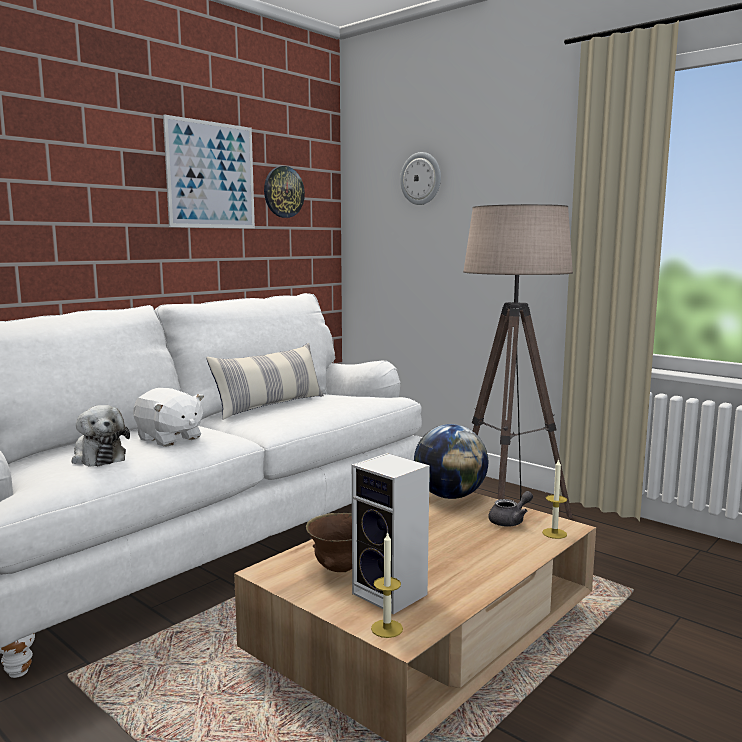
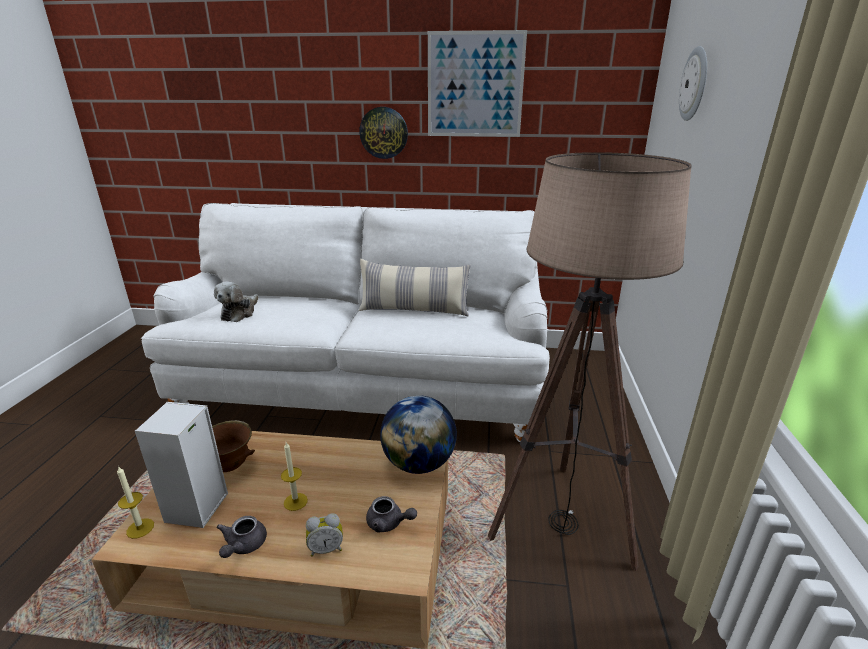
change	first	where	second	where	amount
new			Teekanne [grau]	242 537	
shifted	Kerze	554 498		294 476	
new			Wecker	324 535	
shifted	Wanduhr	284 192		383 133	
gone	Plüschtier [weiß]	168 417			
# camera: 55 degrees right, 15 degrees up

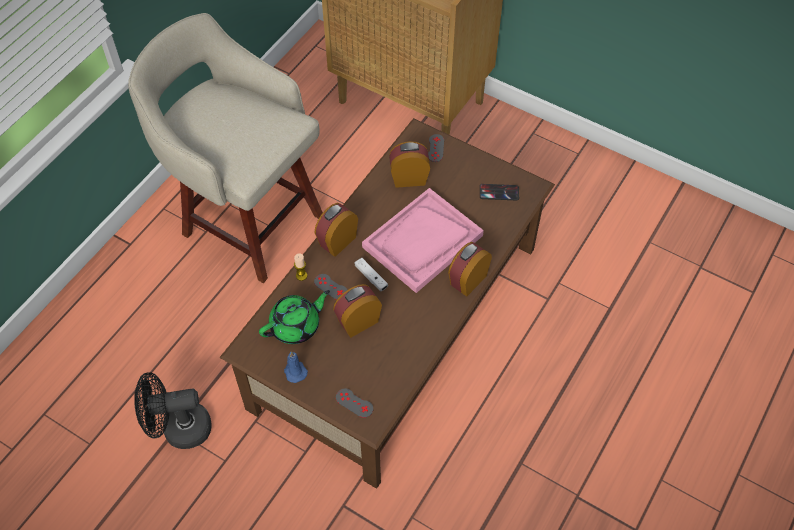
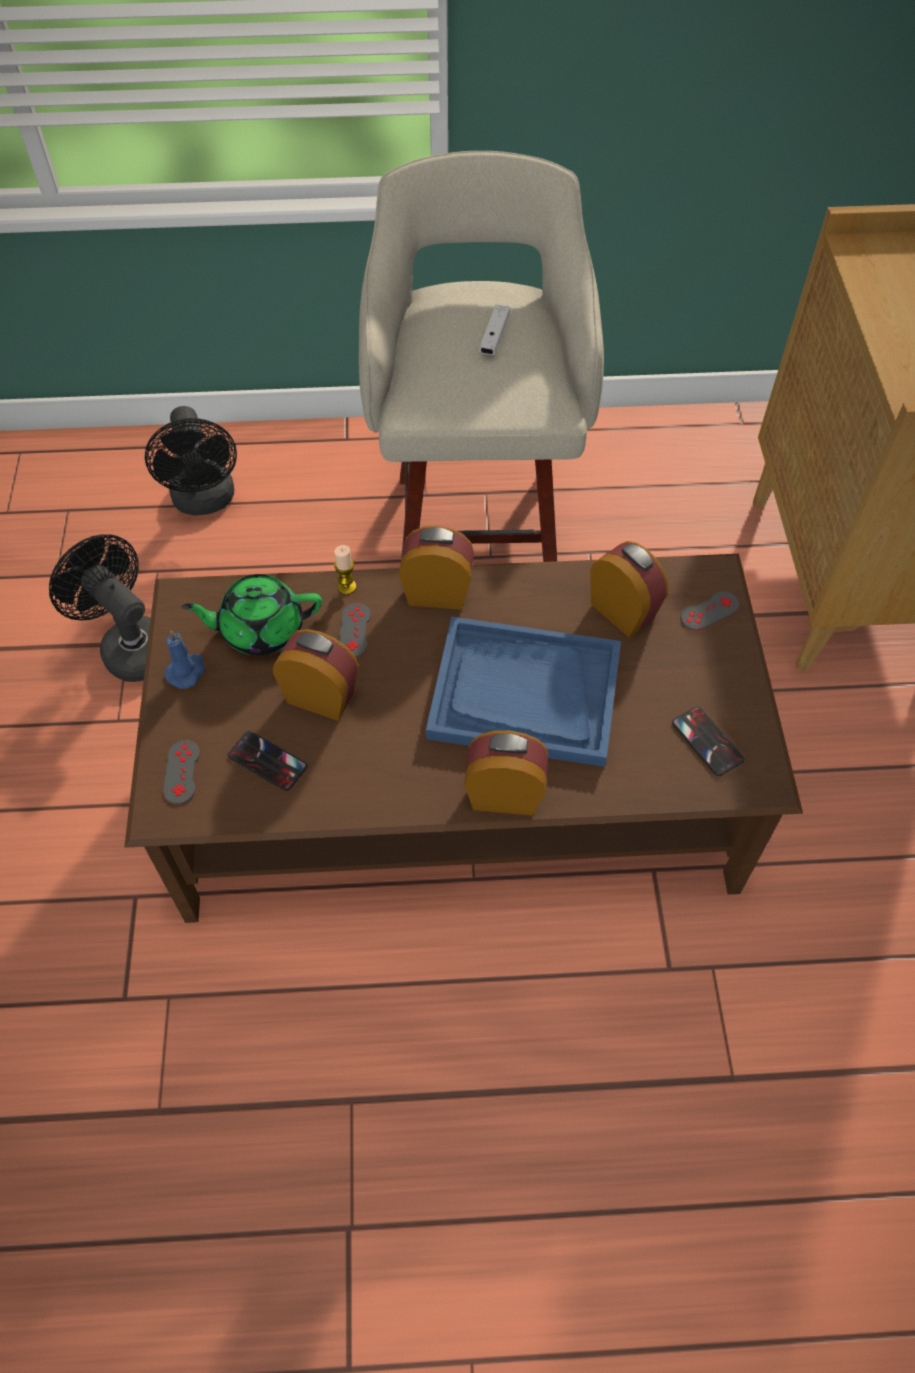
change	first	where	second	where	amount
new			Ventilator [schwarz]	191 461	
rotated	Teekanne [grün]	294 317		252 614	150 degrees clockwise
new			Handy	268 761	
repainted	Tablett [rosa]	423 240	Tablett [blau]	523 692	
shifted	Gamepad [weiß]	371 275		494 329	
# camera: 55 degrees right, 0 degrees up

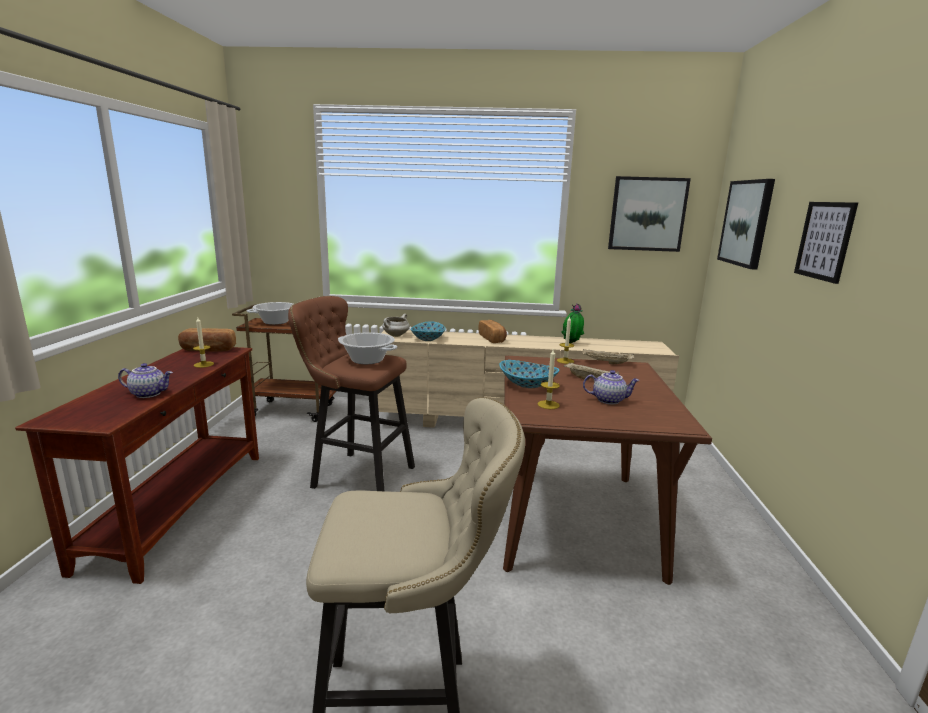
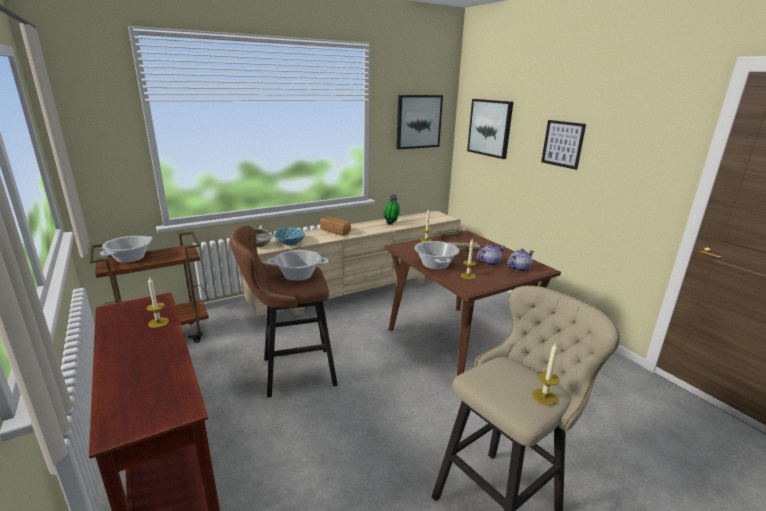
change	first	where	second	where	amount
swapped	Schüssel	529 374	Kochtopf	436 255	
shifted	Teekanne	145 380		520 260	
new			Kerze	545 374	
gone	Brot	207 340			
# camera: 35 degrees left, 5 degrees up

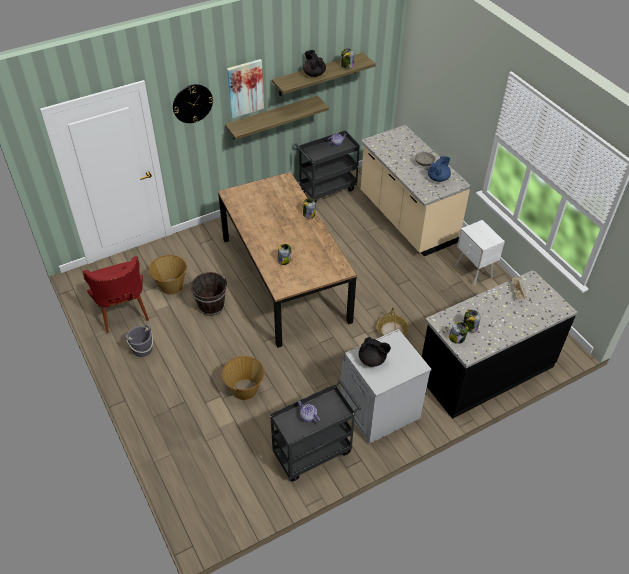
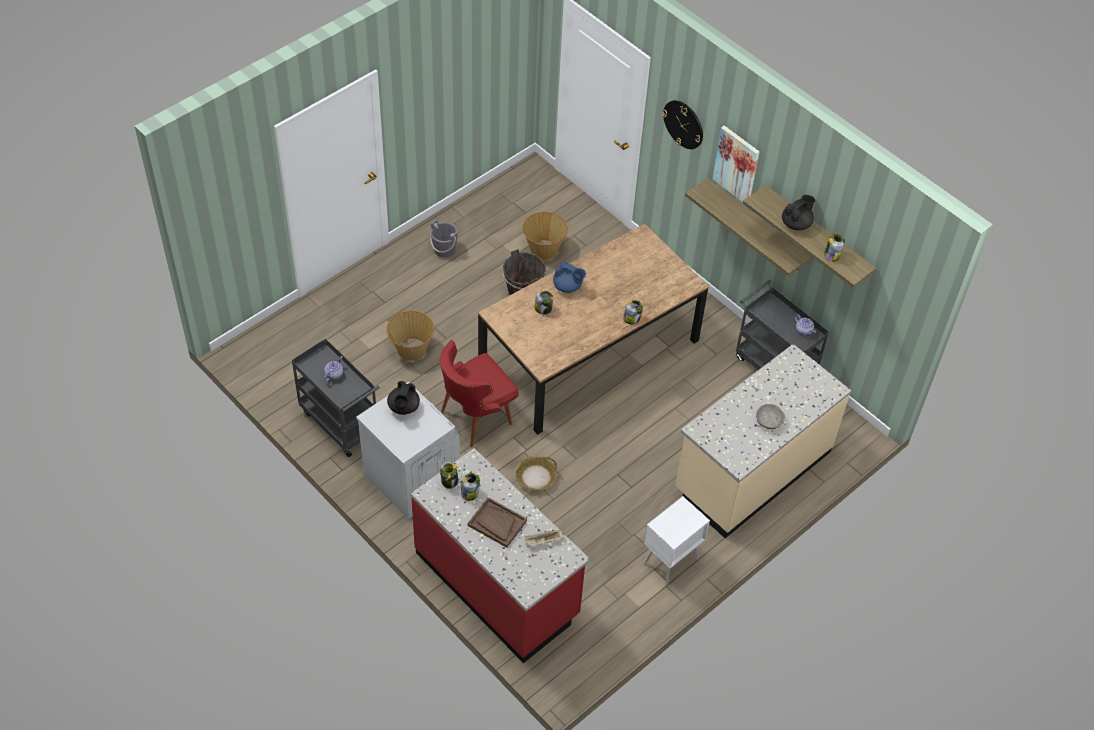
change	first	where	second	where	amount
repainted	Küchenzeile [schwarz]	499 344	Küchenzeile [rot]	500 555	
shifted	Stuhl [rot]	116 294		479 393	
new			Tablett [braun]	497 522	
shifted	Teekanne [blau]	439 169		569 277	
# camera: 75 degrees right, 5 degrees up

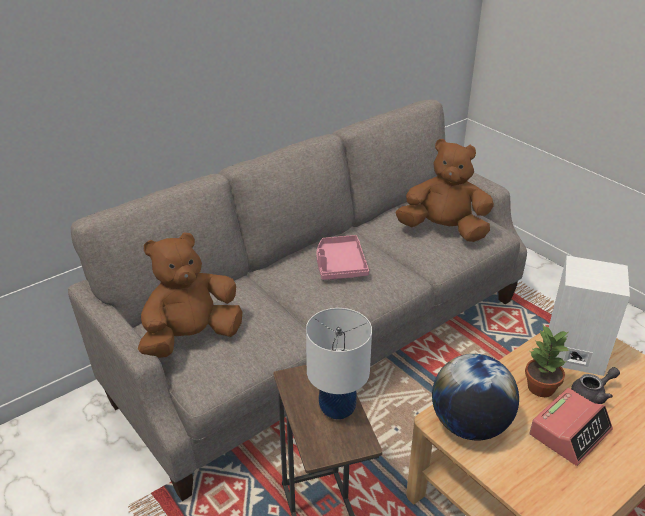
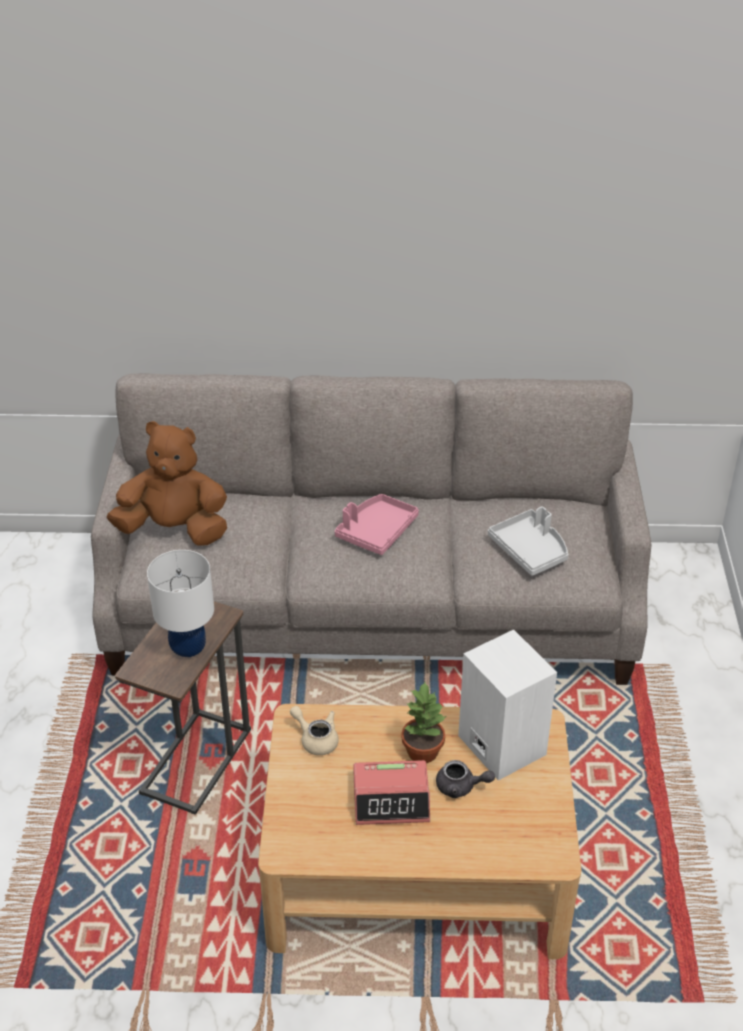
change	first	where	second	where	amount
swapped	Globus	475 397	Teekanne [beige]	314 730	
swapped	Plüschtier [braun]	445 190	Tablett [grau]	528 541	
# camera: 40 degrees right, 5 degrees up

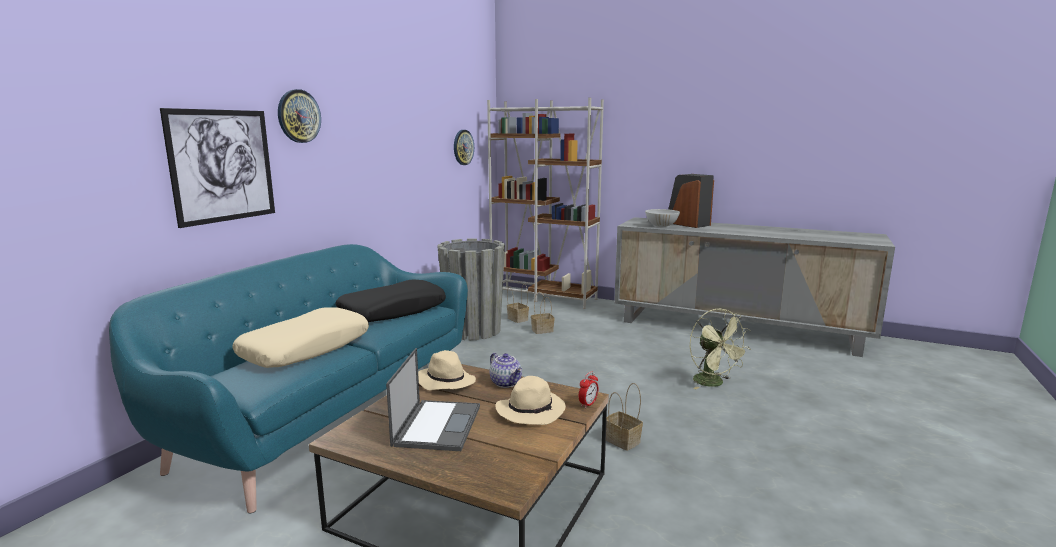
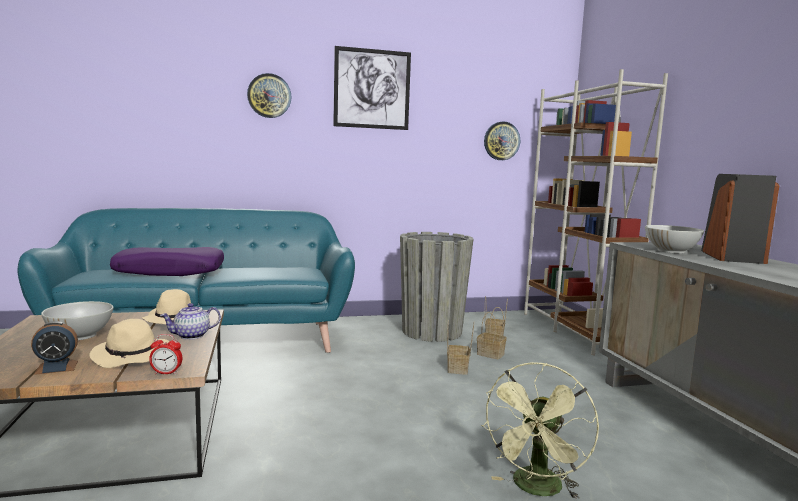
change	first	where	second	where	amount
new			Wecker	54 348	
swapped	Laptop	433 399	Schüssel [weiß]	77 320	
repainted	Kissen [beige]	300 337	Kissen [lila]	167 261	
rotated	Teekanne	506 370		190 321	45 degrees clockwise
shifted	Bild	217 168		372 88	
shifted	Korb	624 417		460 347	
gone	Kissen [schwarz]	390 301			
# camera: 50 degrees right, 5 degrees down

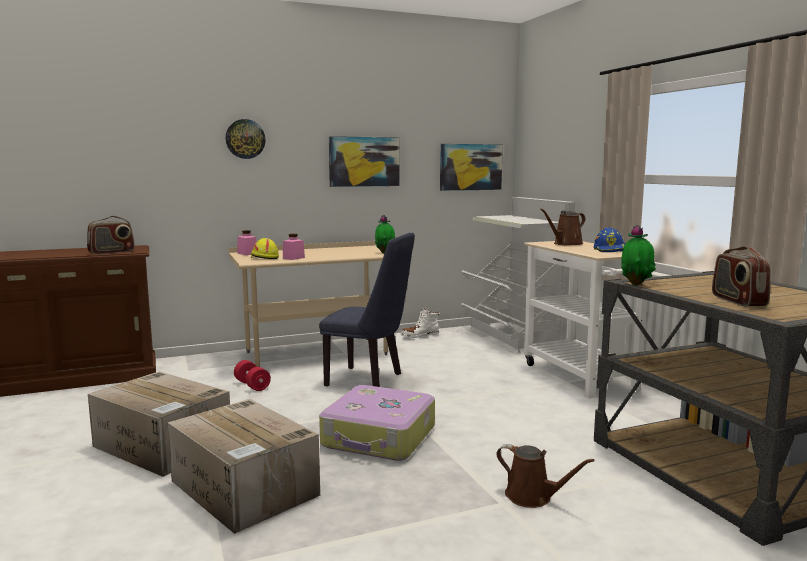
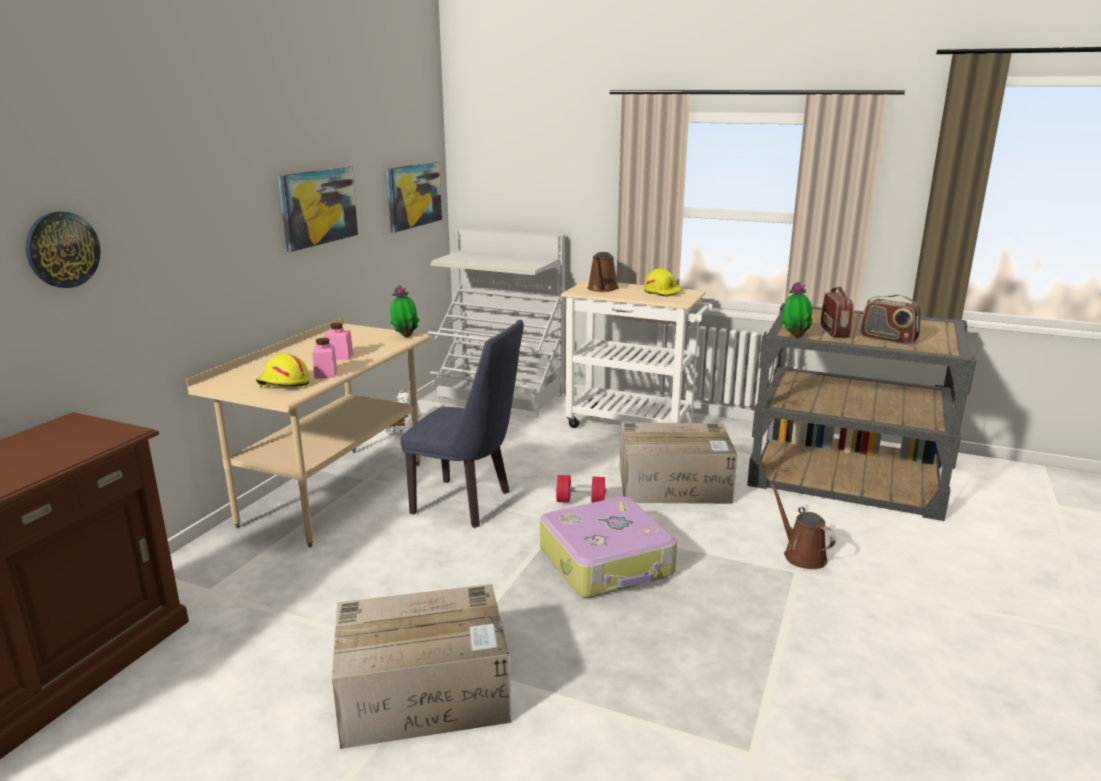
change	first	where	second	where	amount
shifted	Wanduhr	246 139		63 249	
shifted	Vorratsglas [rosa]	247 242		339 341	
rotated	Stuhl [blau]	367 310		462 424	45 degrees clockwise
shifted	Hantel [rot]	252 375		581 489	
shifted	Karton	243 466		678 463	
repainted	Schutzhelm [blau]	609 239	Schutzhelm [gelb]	663 283	
rotated	Gießkanne [braun]	545 476		803 526	105 degrees counterclockwise
shifted	Radio	111 235		837 311	
# camera: 45 degrees left, 10 degrees up

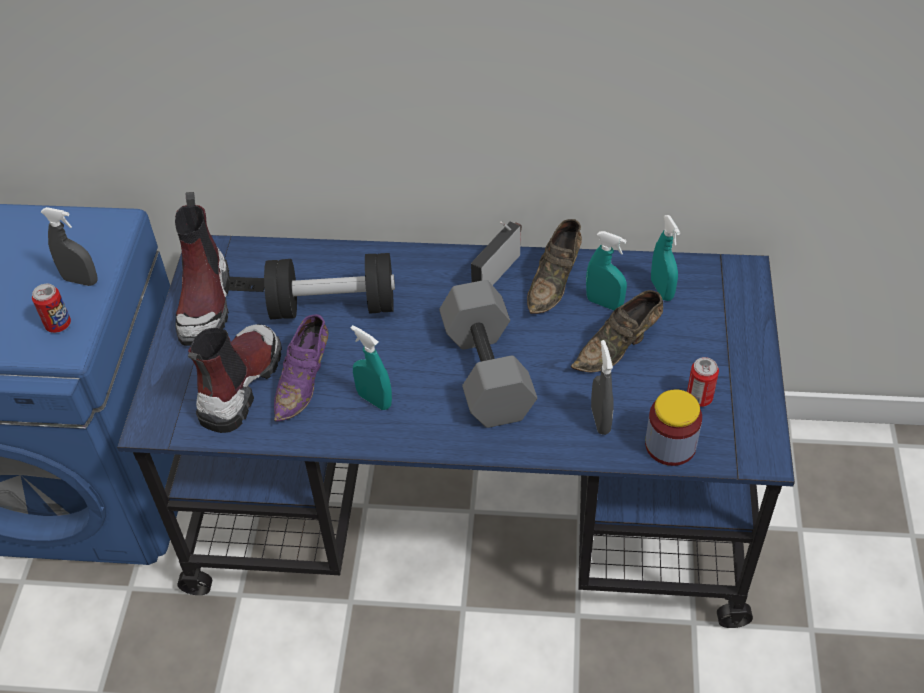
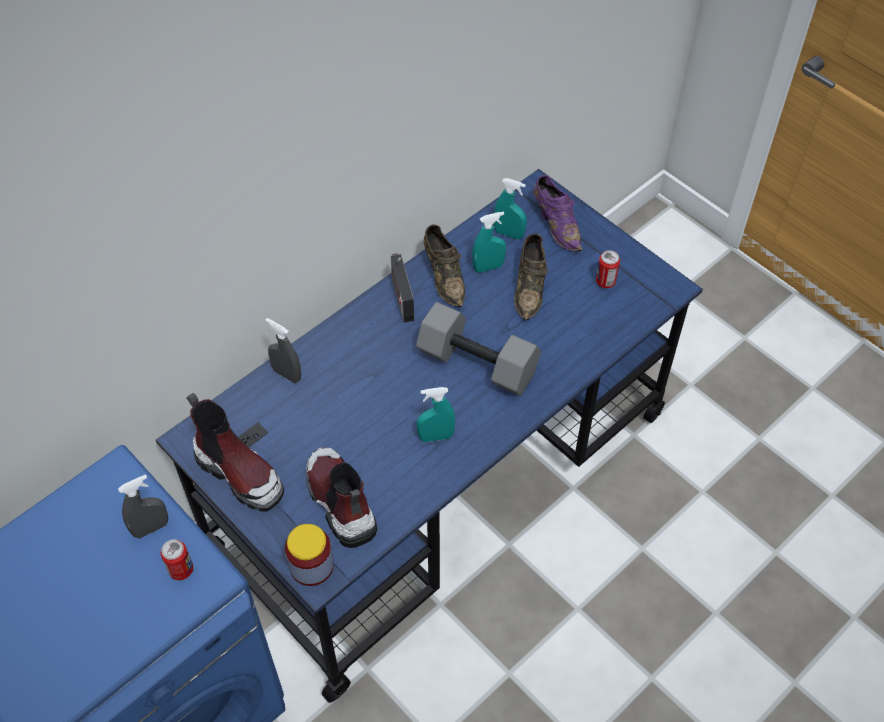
change	first	where	second	where	amount
shifted	Sprühflasche [grau]	602 387		283 350	
shifted	Vorratsglas	673 427		309 555	
shifted	Schuh [lila]	301 368		558 213	
gone	Hantel [schwarz]	329 286			
# camera: 50 degrees left, 5 degrees up

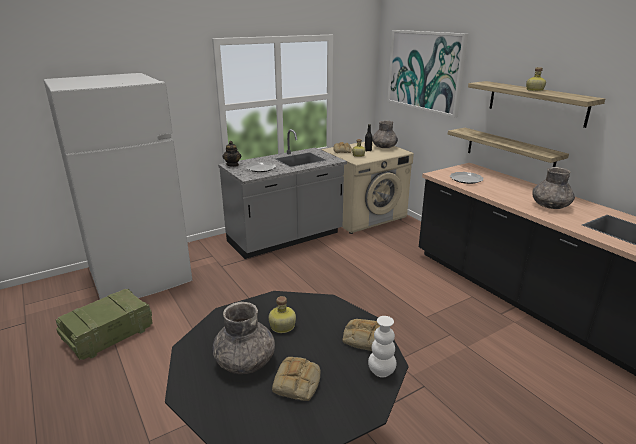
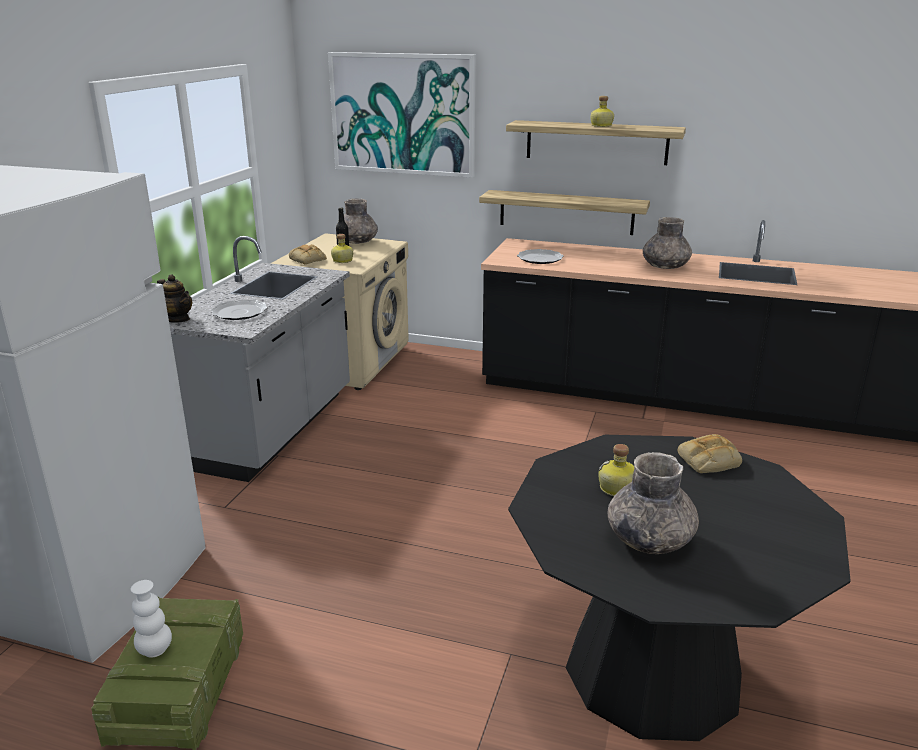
change	first	where	second	where	amount
shifted	Vase [weiß]	382 347		151 619	
gone	Brot	296 379			
# camera: 40 degrees left, 0 degrees up

